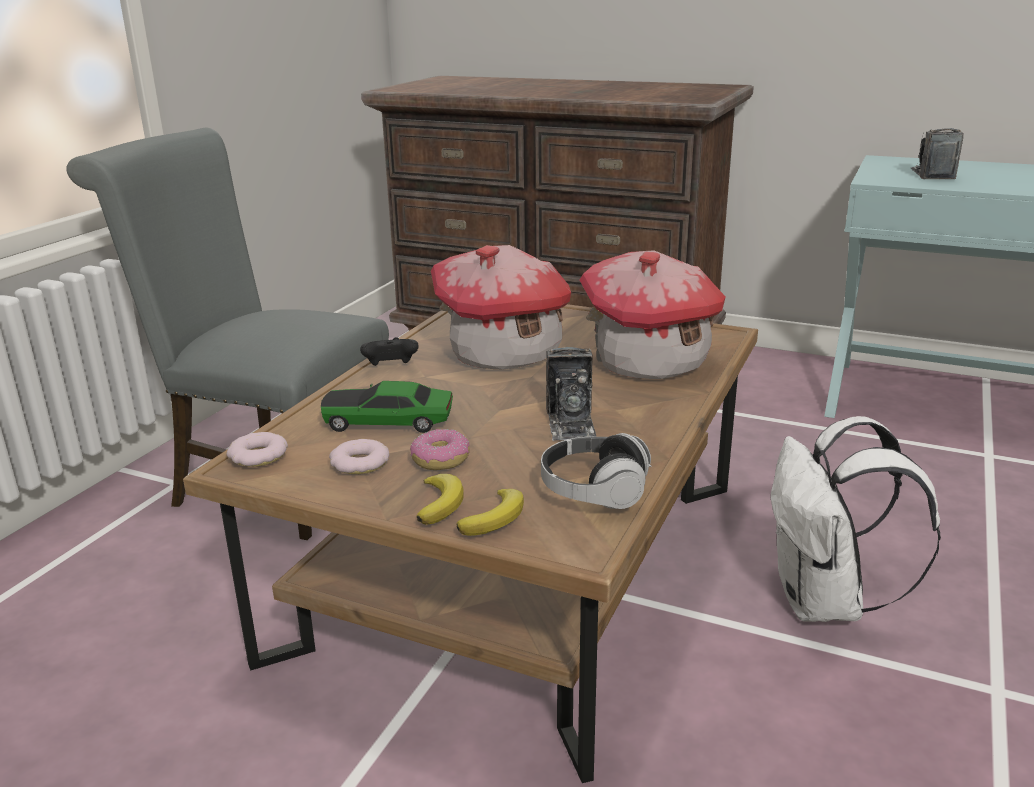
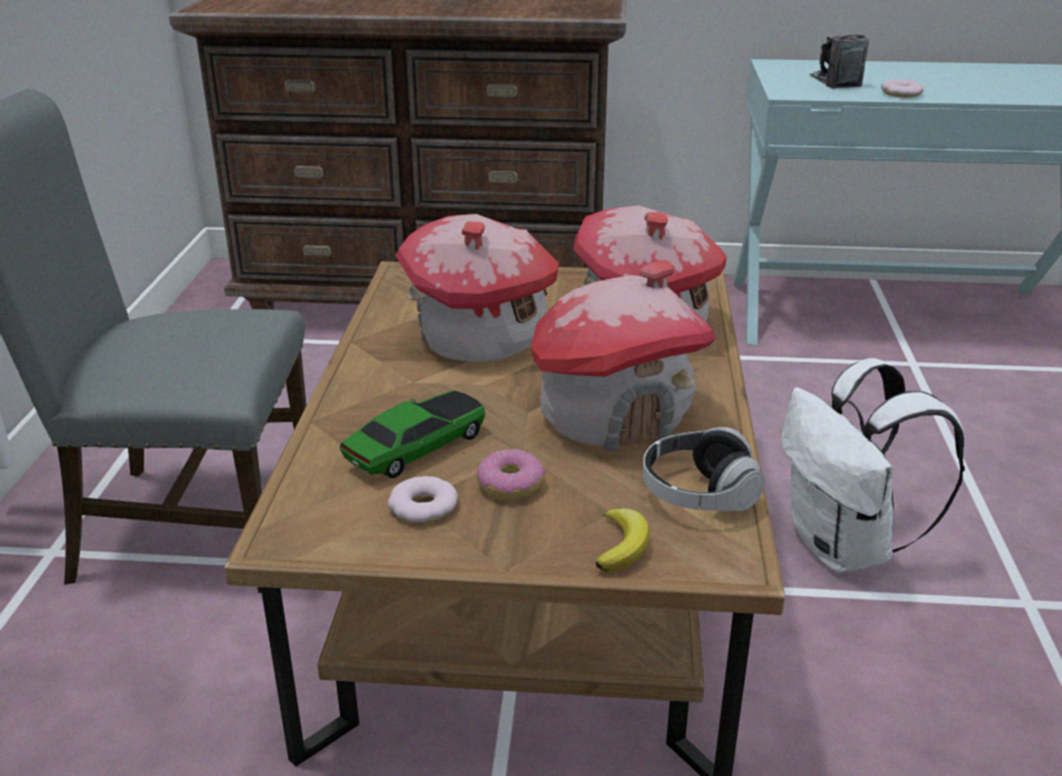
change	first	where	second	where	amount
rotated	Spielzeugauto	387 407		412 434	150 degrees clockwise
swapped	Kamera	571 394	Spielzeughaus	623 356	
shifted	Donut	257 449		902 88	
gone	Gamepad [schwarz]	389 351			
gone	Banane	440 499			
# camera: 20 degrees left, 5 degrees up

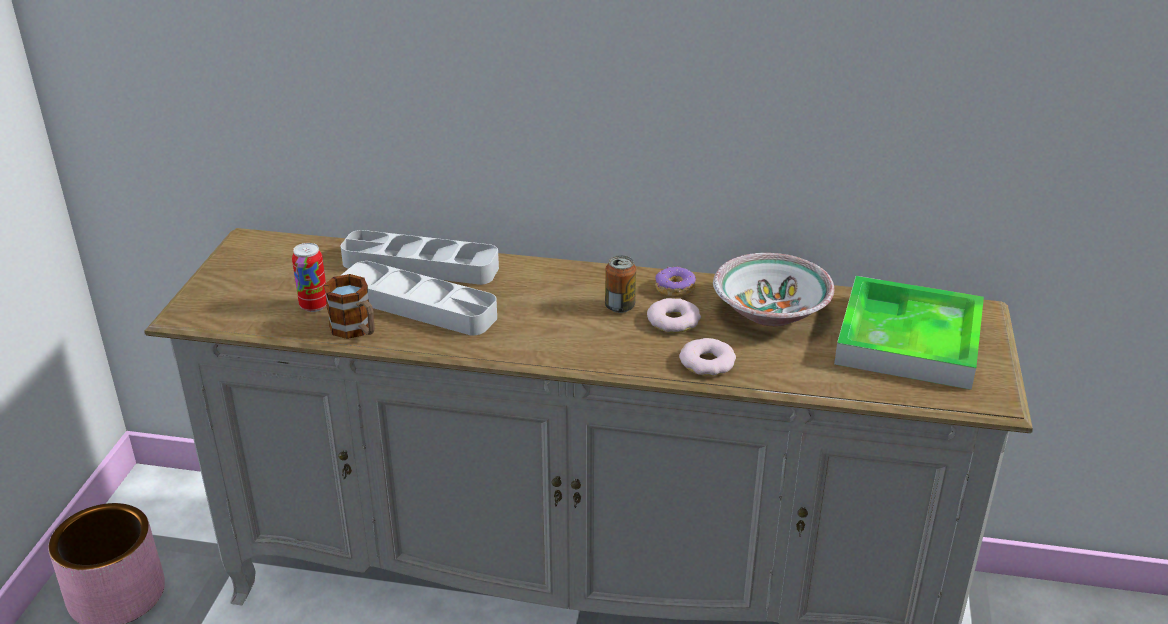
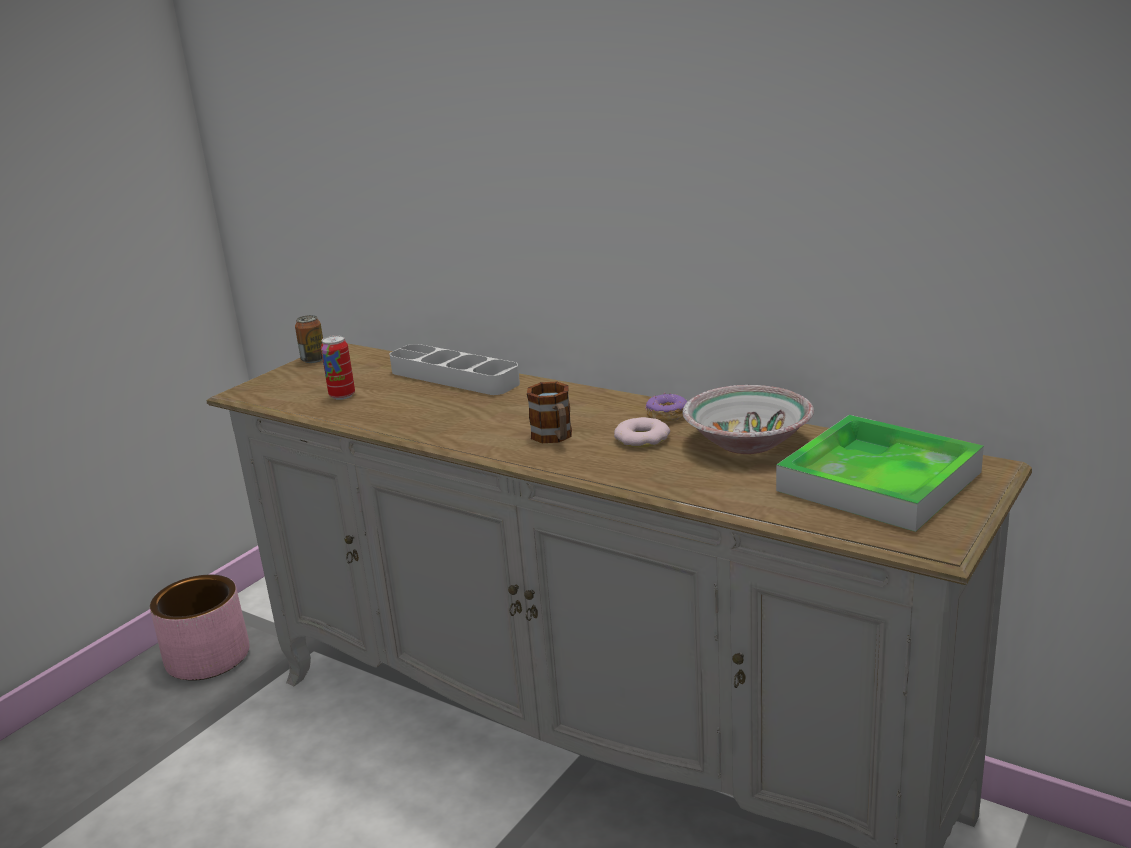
change	first	where	second	where	amount
shifted	Dose	620 284		309 339	
shifted	Henkelbecher	349 306		549 412	
gone	Tablett [grau]	419 298			
gone	Donut	707 357			
# camera: 25 degrees right, 10 degrees down

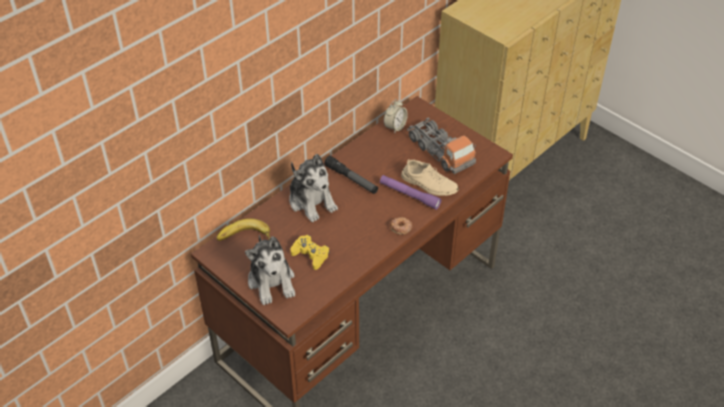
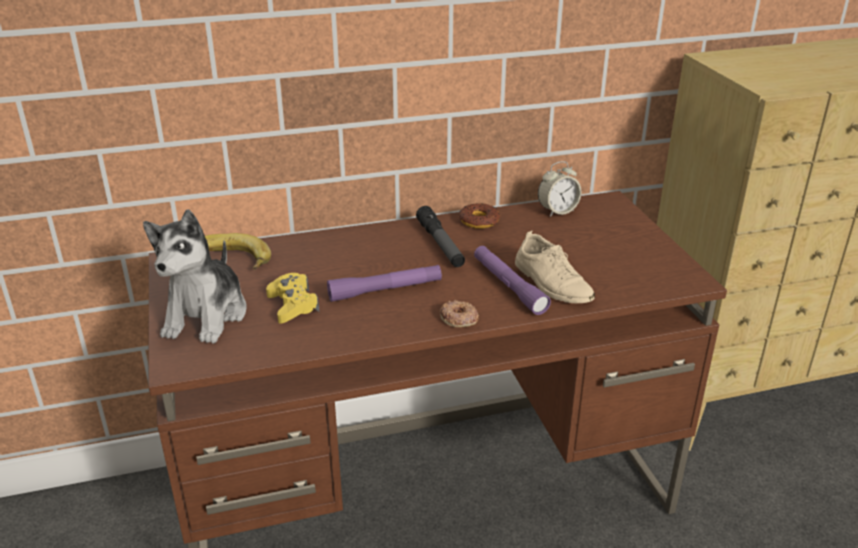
change	first	where	second	where	amount
new			Taschenlampe [lila]	384 283	
new			Donut	479 216	
gone	Plüschtier	313 188			
gone	Spielzeuglaster	441 145			
# camera: 30 degrees right, 15 degrees down

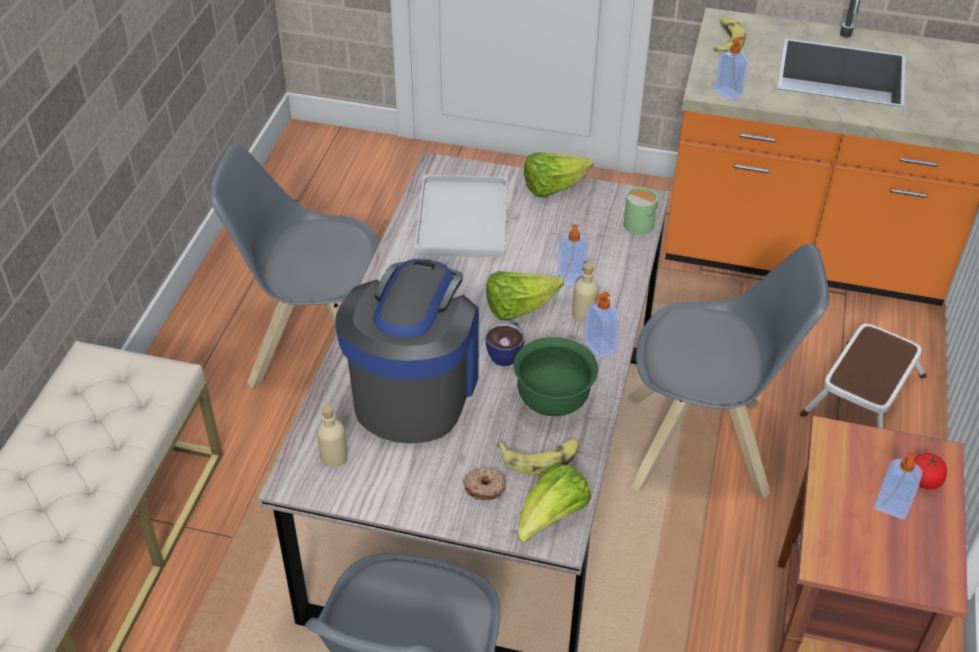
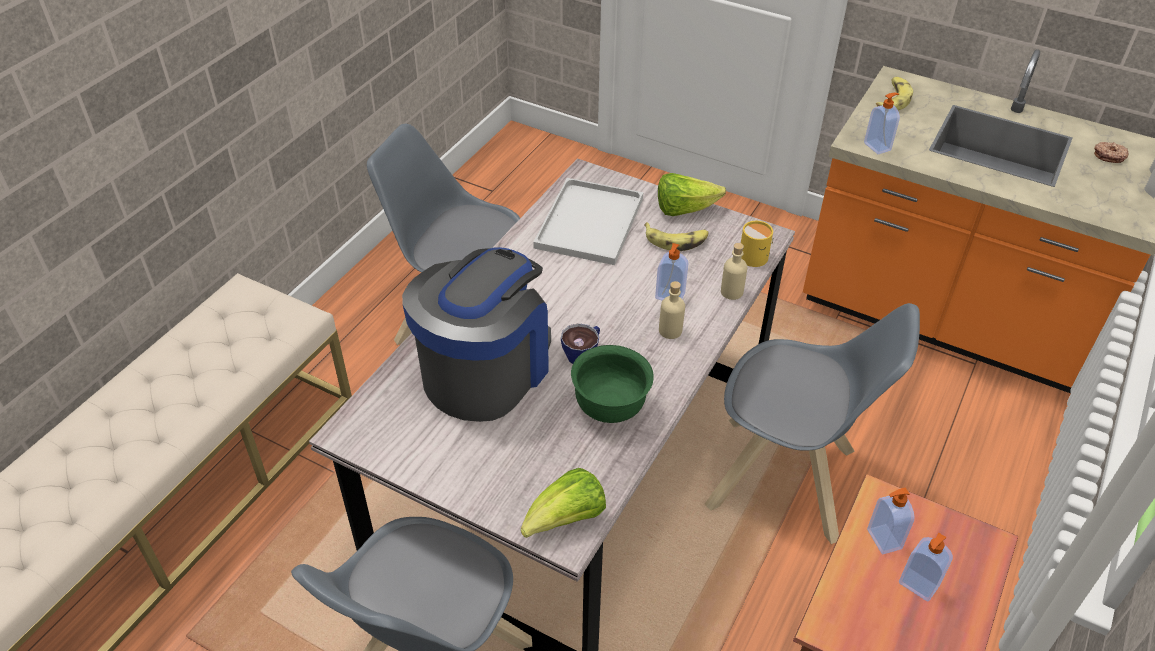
change	first	where	second	where	amount
shifted	Banane	538 457		676 236	
shifted	Flasche [beige]	332 436		734 271	
repainted	Henkelbecher [grün]	641 211	Henkelbecher [gelb]	757 244	
shifted	Seifenspender	602 325		891 520	
shifted	Donut	484 484		1111 152	
gone	Salatkopf	525 295			
gone	Trittleiter [braun]	863 376			
gone	Tomate	930 471			
# camera: 15 degrees right, 0 degrees up

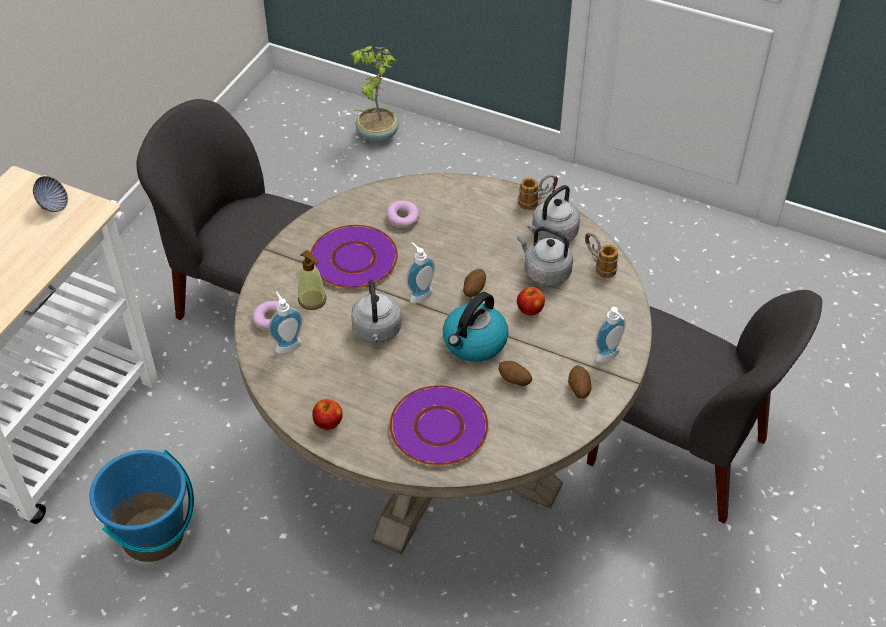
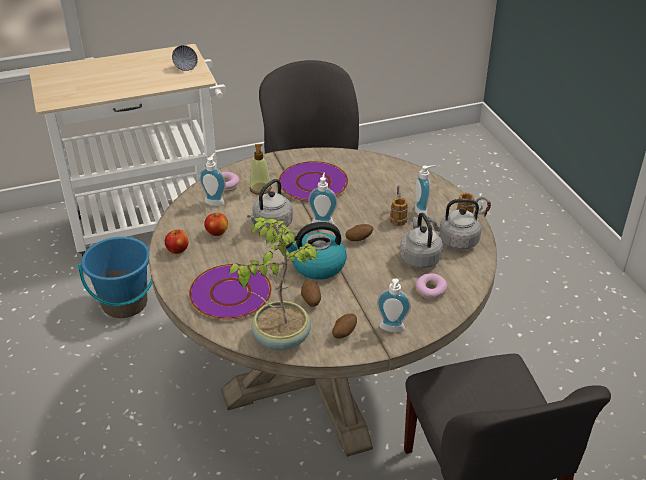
change	first	where	second	where	amount
shifted	Apfel	531 301		216 224	
shifted	Topfpflanze	374 94		273 284	
shifted	Henkelbecher	602 255		399 205	
new			Seifenspender	425 190	
shifted	Donut	403 214		431 286	
# camera: 45 degrees right, 10 degrees down

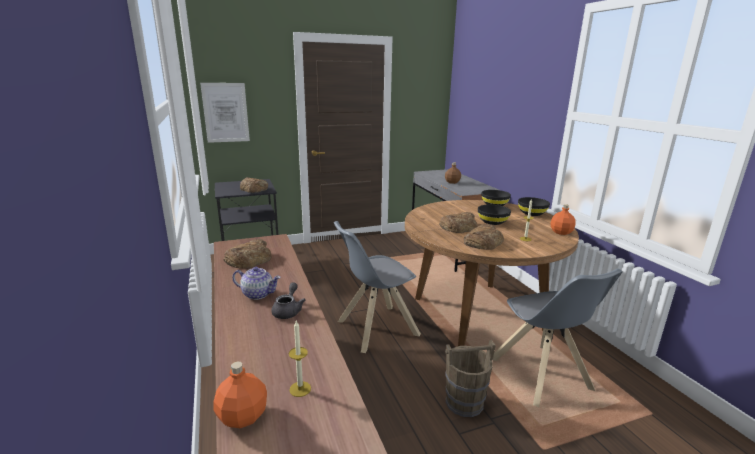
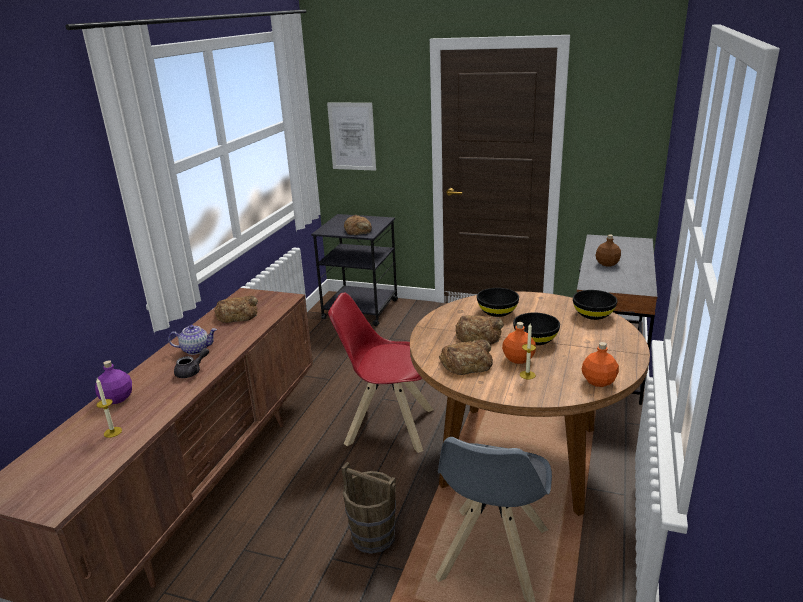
change	first	where	second	where	amount
new			Flasche [lila]	113 382	
rotated	Teekanne	256 283		192 340	60 degrees counterclockwise
repainted	Stuhl [grau]	377 287	Stuhl [rot]	380 373	
shifted	Schüssel [schwarz]	534 206		498 302	
shifted	Flasche [orange]	240 395		519 343	
# camera: 40 degrees right, 5 degrees up

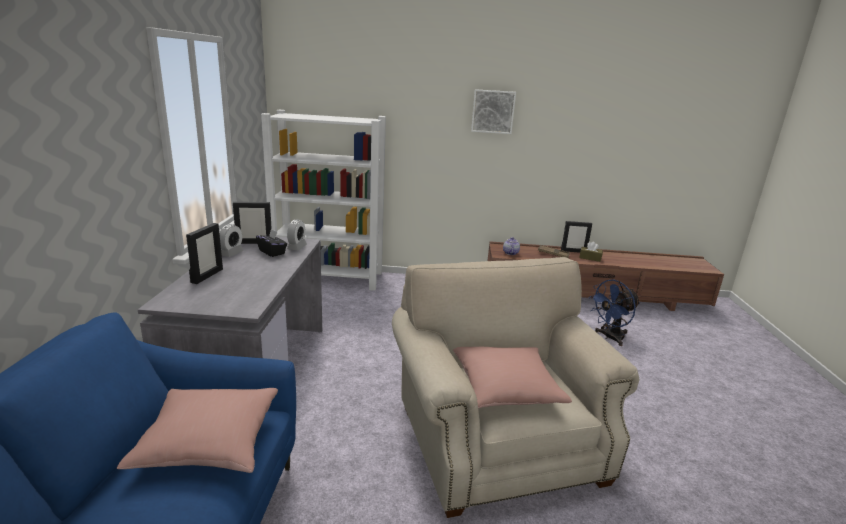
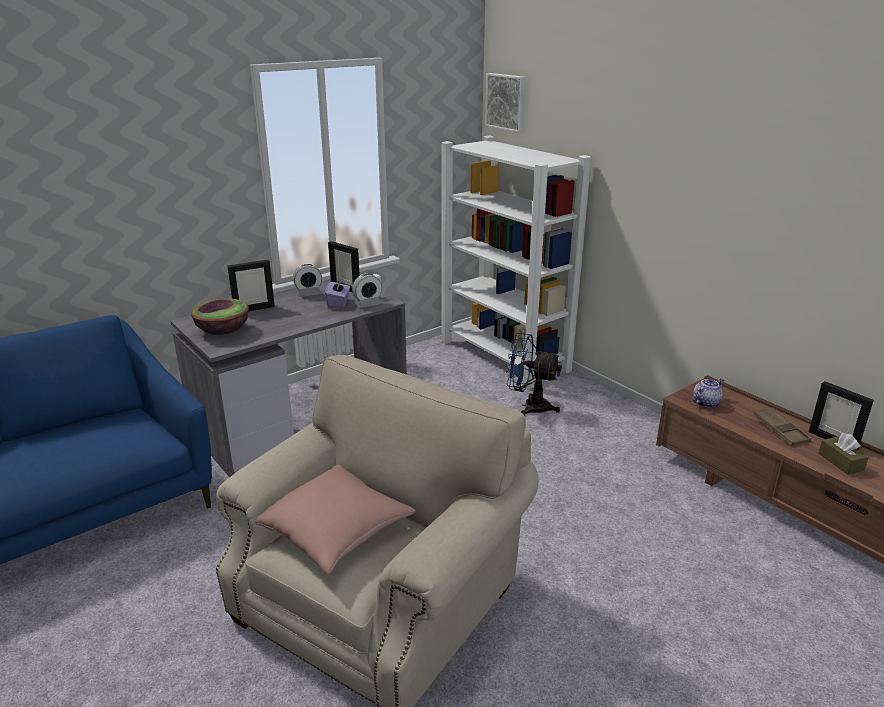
change	first	where	second	where	amount
new			Schüssel	220 316	
repainted	Taschentuchbox [schwarz]	271 243	Taschentuchbox [lila]	337 293	
shifted	Bild	493 111		505 103	
shifted	Ventilator [blau]	615 313		534 374	
gone	Kissen [rosa]	197 430			
# camera: 50 degrees right, 5 degrees up

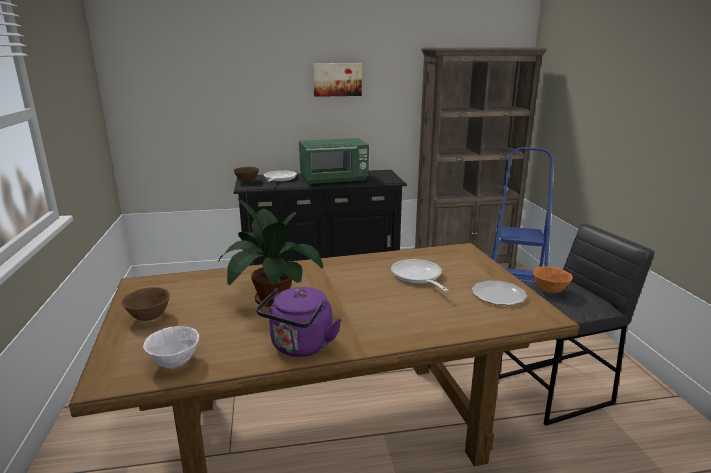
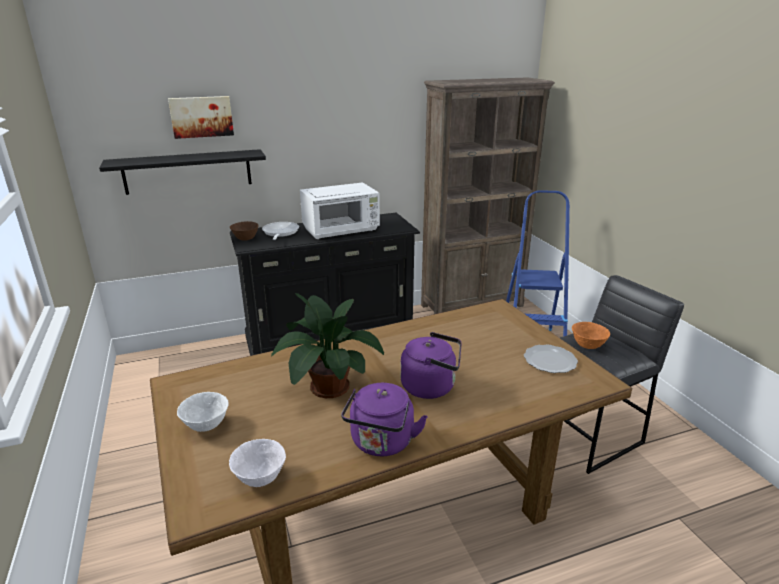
change	first	where	second	where	amount
new			Wandregal [schwarz]	182 172	
shifted	Bild	337 80		201 117	
repainted	Schüssel [braun]	145 304	Schüssel [weiß]	203 412	
repainted	Mikrowelle [grün]	334 161	Mikrowelle [weiß]	340 210	
new			Wasserkessel [lila]	431 365	
gone	Pfanne	420 275			
# camera: 10 degrees left, 5 degrees up

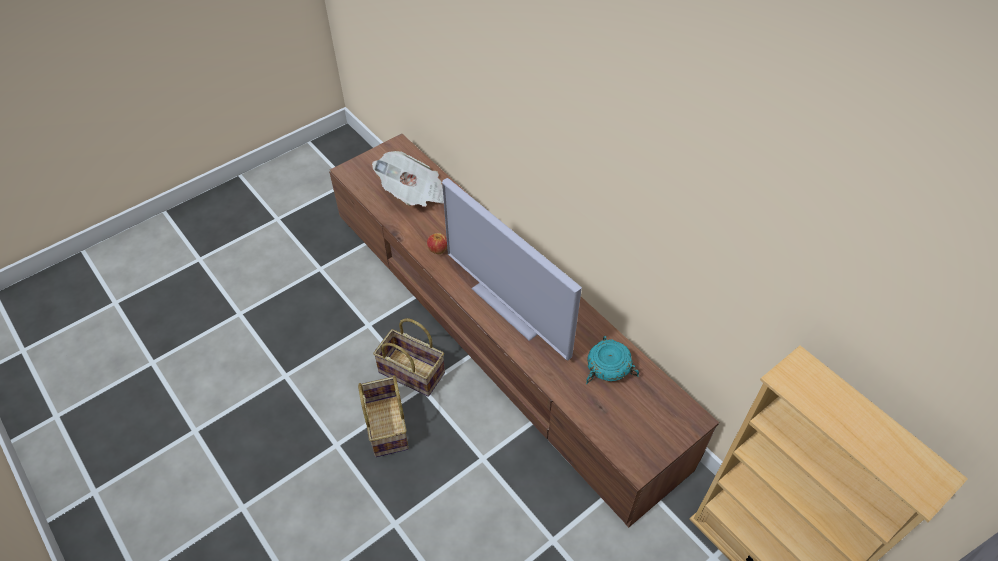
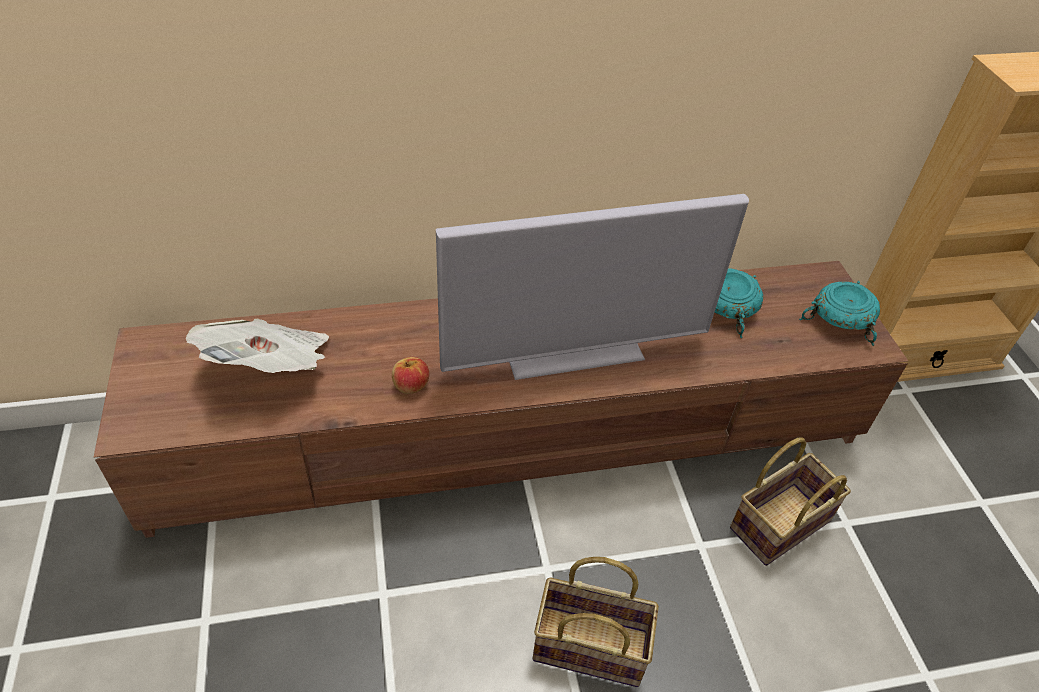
change	first	where	second	where	amount
shifted	Korb	409 357		790 502	
new			Schüssel [türkis]	839 313	
# camera: 65 degrees left, 5 degrees down

